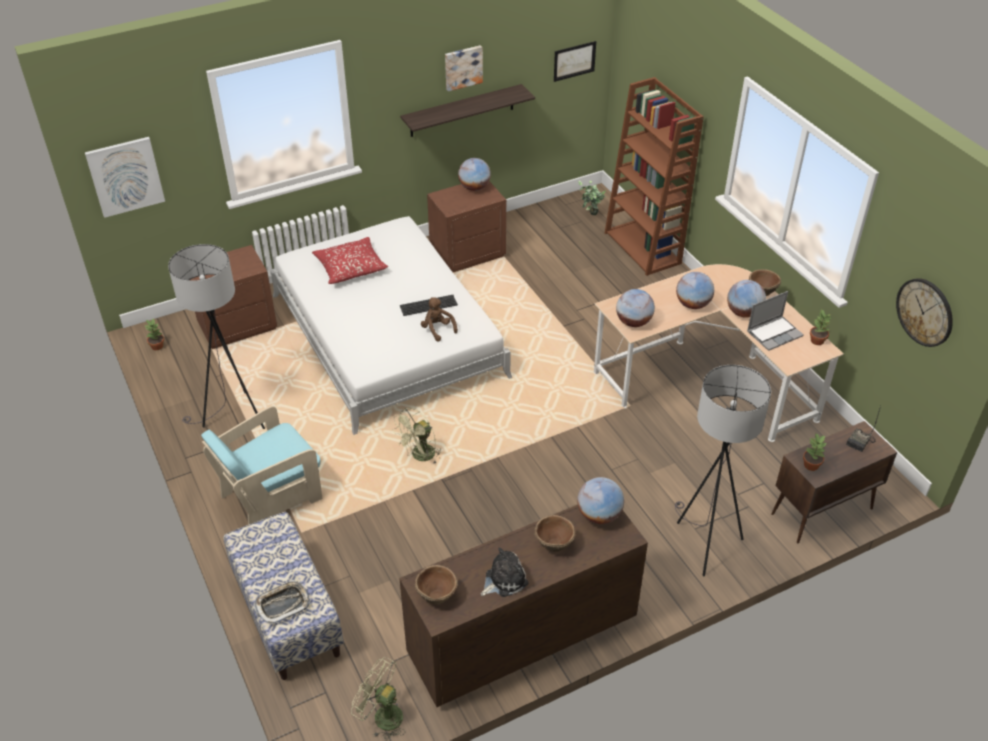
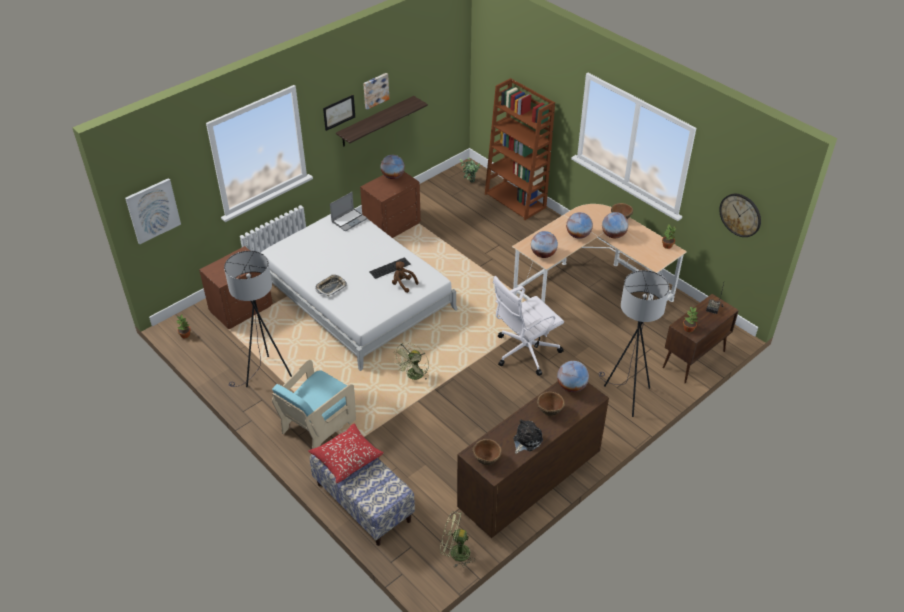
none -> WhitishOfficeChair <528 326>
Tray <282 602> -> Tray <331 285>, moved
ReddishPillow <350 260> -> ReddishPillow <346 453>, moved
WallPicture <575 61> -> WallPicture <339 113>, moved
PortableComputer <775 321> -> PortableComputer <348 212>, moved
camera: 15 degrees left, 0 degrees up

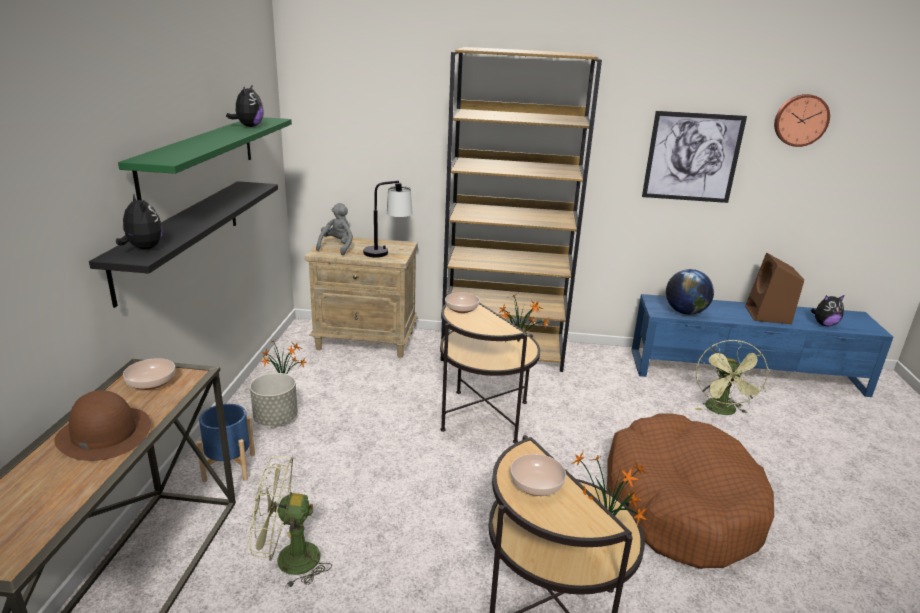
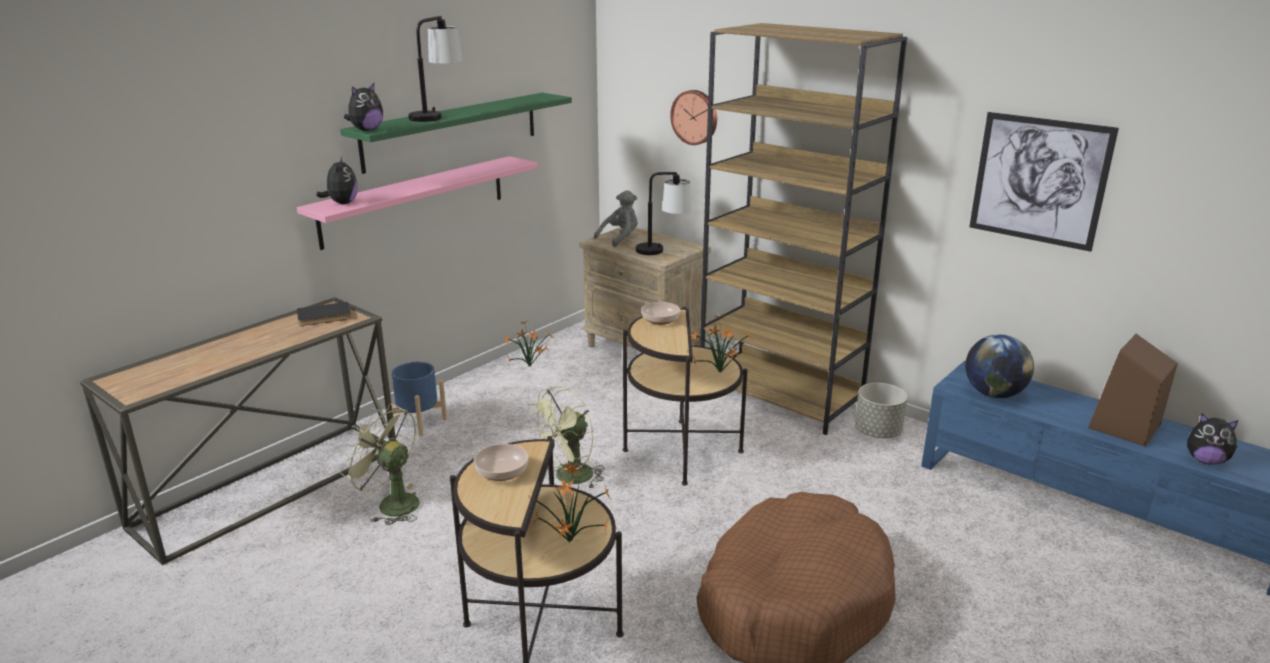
BrownClothingHat <102 425> -> none
none -> LampForATable <435 69>
CuddlyToy <245 105> -> CuddlyToy <363 107>, moved
GreyishPlanter <274 399> -> GreyishPlanter <881 410>, moved
GreenColouredCoolingFan <732 377> -> GreenColouredCoolingFan <565 437>, moved
WallClock <802 120> -> WallClock <693 117>, moved
DeepDish <149 374> -> BlackishBoundBook <324 314>
BlackishBracketShelf <183 244> -> PinkColouredBracketShelf <417 203>
camera: 35 degrees right, 0 degrees up

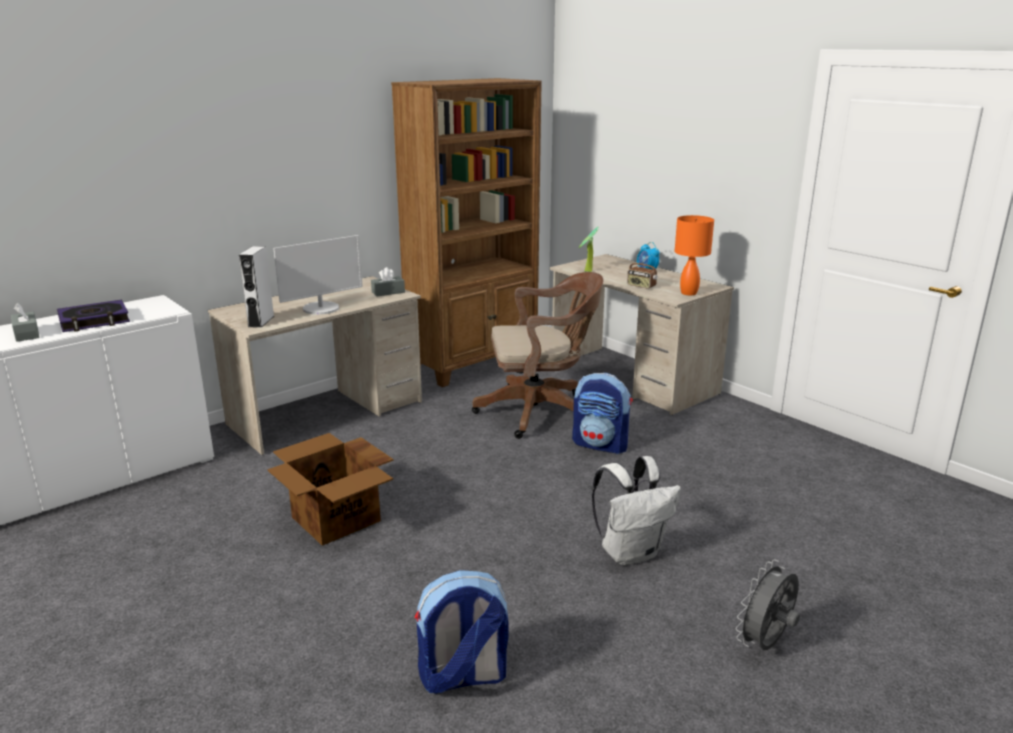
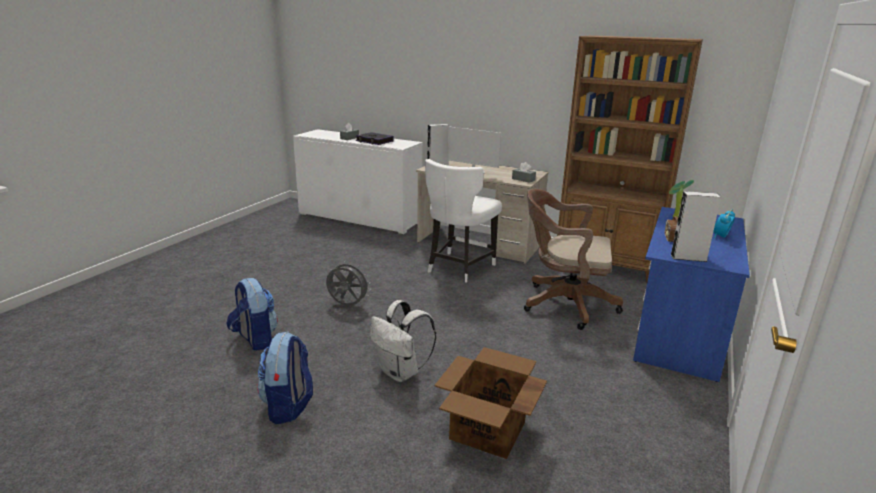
none -> WhitishUprightChair <463 220>
CardboardBox <331 489> -> CardboardBox <491 403>, moved
Rucksack <602 413> -> Rucksack <285 377>, moved
GreyishCoolingFan <767 604> -> GreyishCoolingFan <348 283>, moved
OrangeColouredLampForATable <694 255> -> GreyishSpeaker <695 226>
BeigeColouredDeskTable <642 334> -> BlueDeskTable <691 294>
BrownOfficeChair <537 355> -> BrownOfficeChair <573 259>, 135 degrees clockwise
camera: 65 degrees right, 0 degrees up

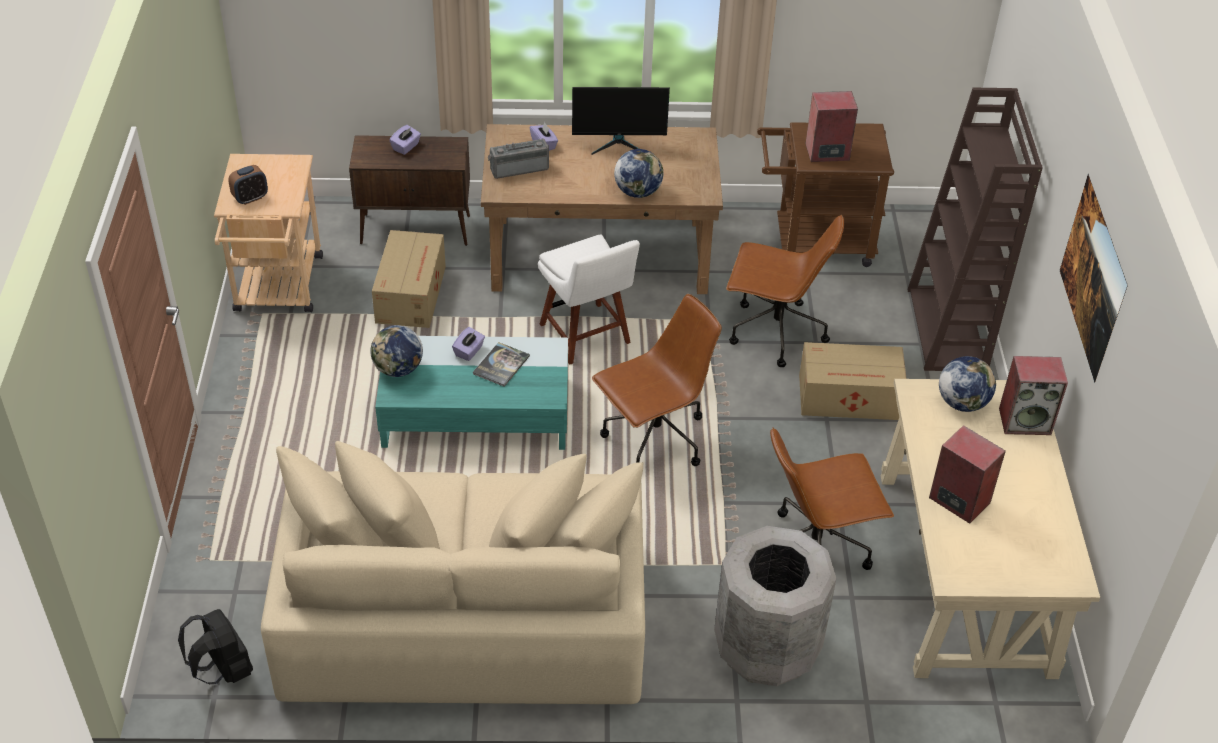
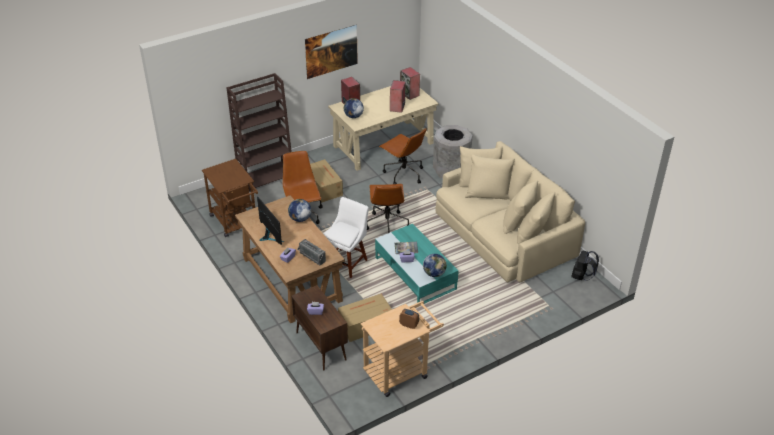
Speaker <831 126> -> Speaker <410 83>, moved
BrownOfficeChair <657 380> -> BrownOfficeChair <388 208>, 120 degrees counterclockwise
camera: 120 degrees left, 5 degrees down

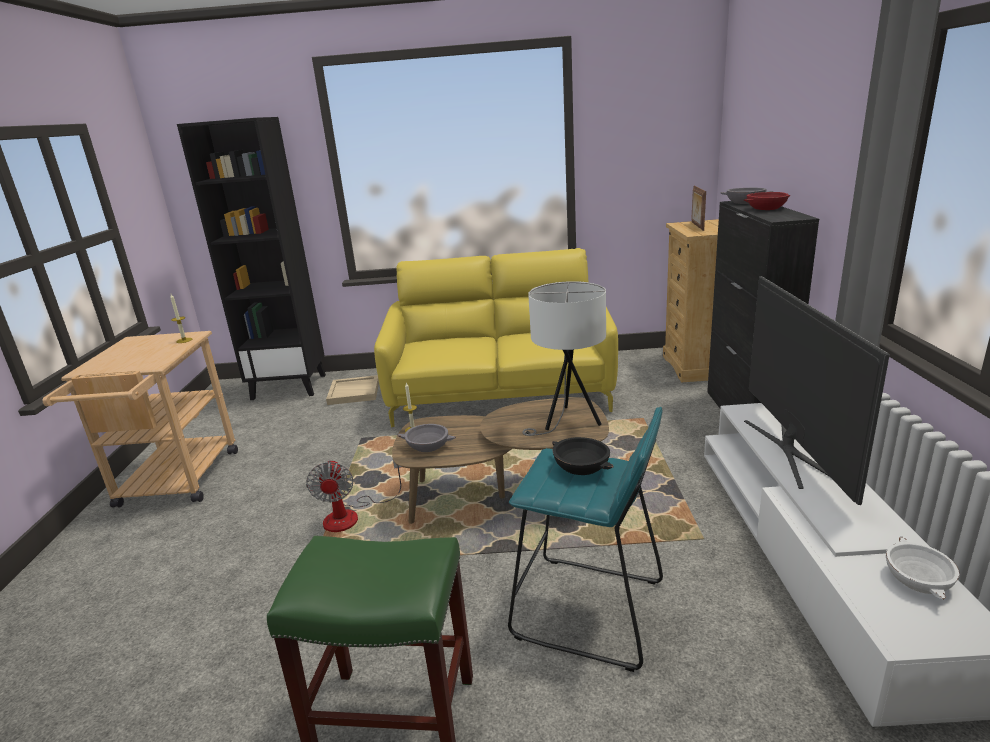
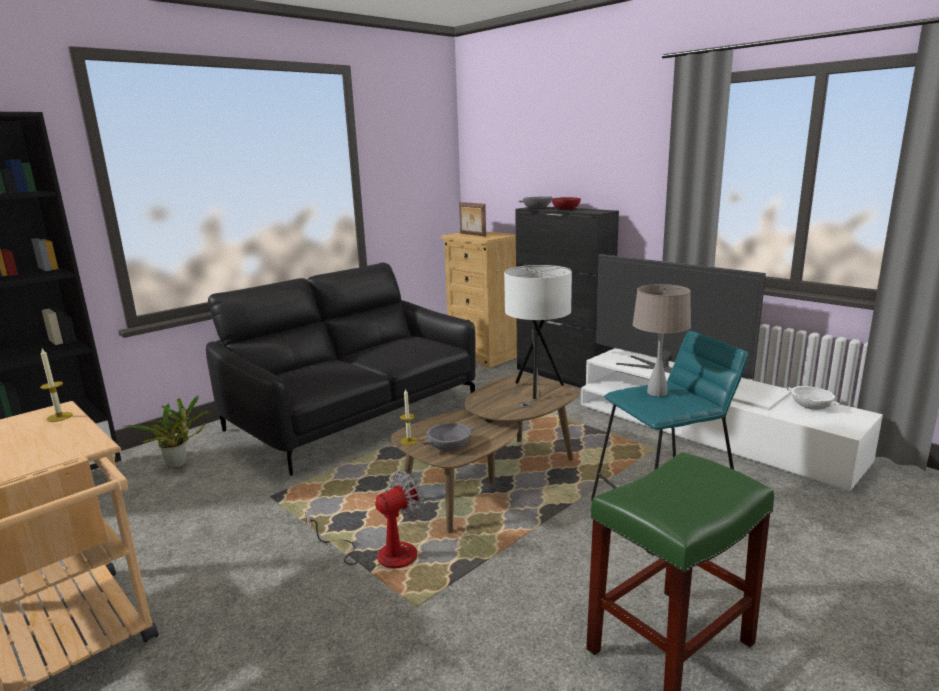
BeigeColouredTray <352 390> -> Houseplant <168 431>
BlackishDeepDish <582 456> -> BeigeColouredLampForATable <662 340>
YellowishSettee <496 338> -> BlackishSettee <341 369>
CoolingFan <354 495> -> CoolingFan <364 519>, 75 degrees counterclockwise
camera: 45 degrees left, 5 degrees down

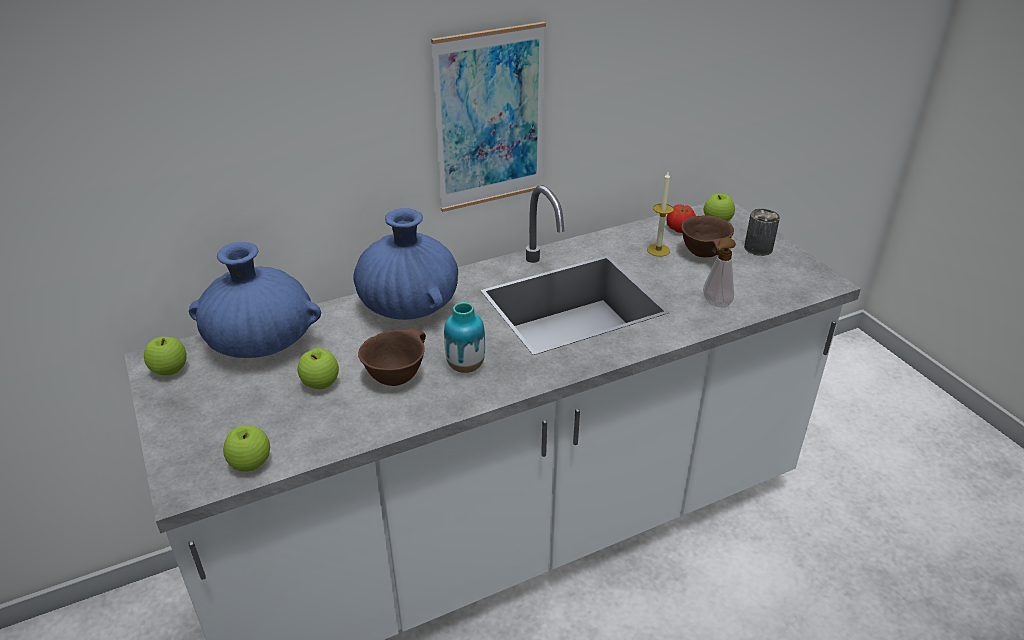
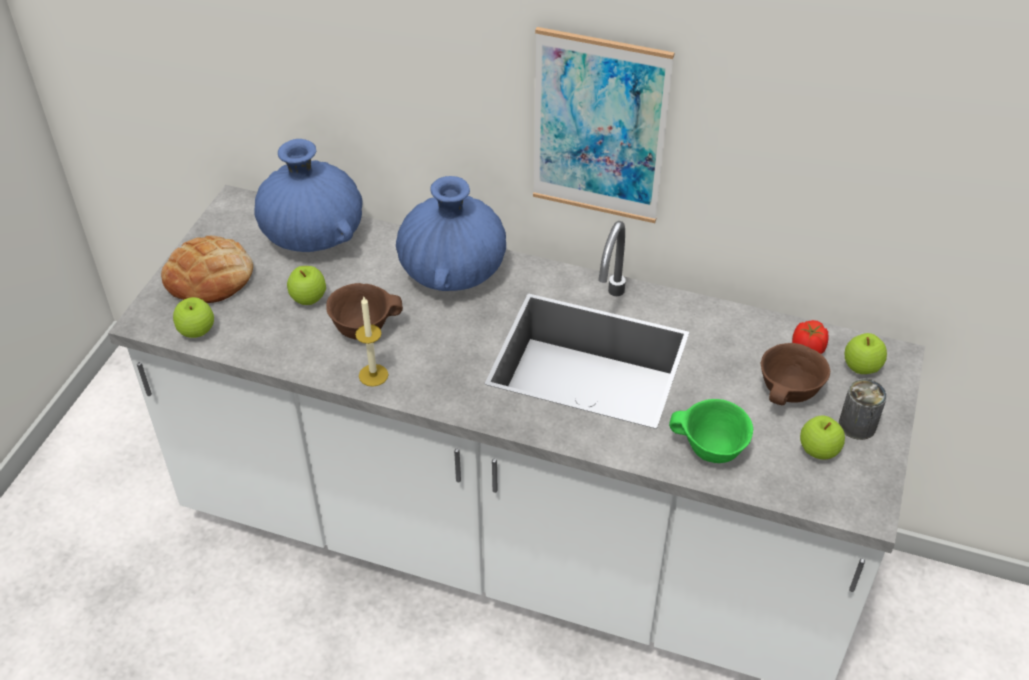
FlowerVase <464 337> -> none
none -> BakeryBread <207 269>
Apple <165 356> -> Apple <822 438>, moved
WaxLight <660 214> -> WaxLight <371 342>, moved
SoapBottle <719 272> -> GreenColouredDeepDish <711 431>
camera: 45 degrees right, 10 degrees up

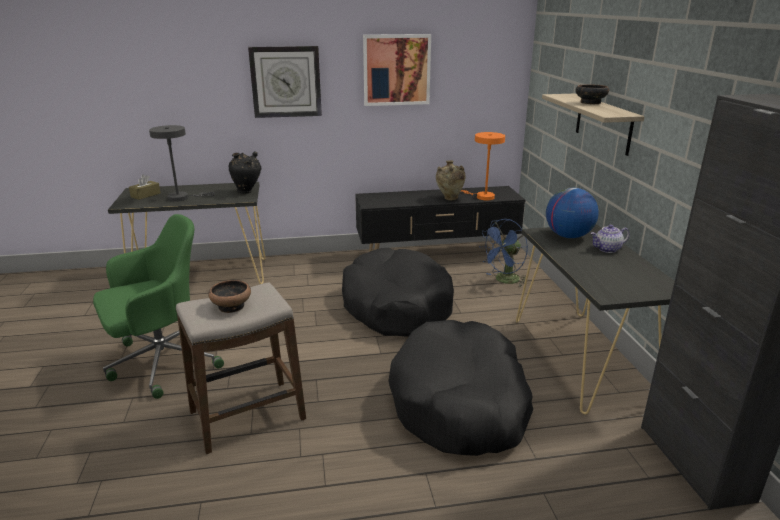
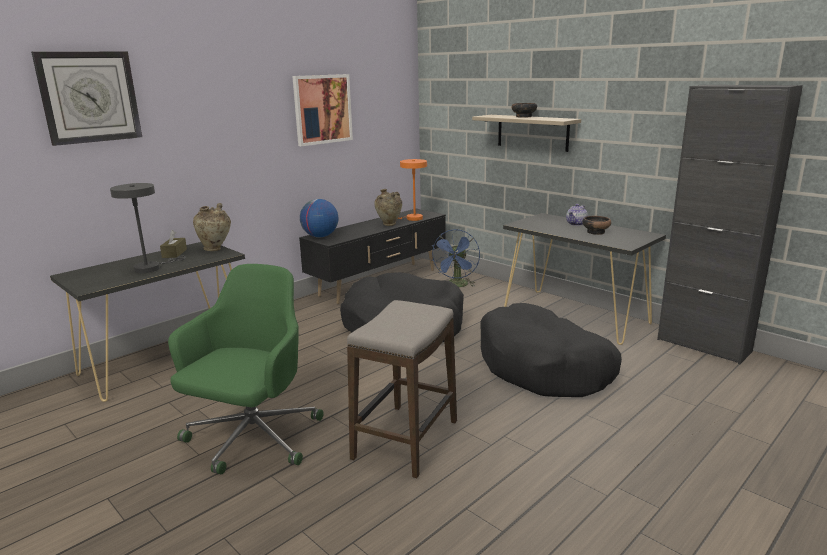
BrownTissueBox <145 187> -> BrownTissueBox <173 244>, moved
DeepDish <229 296> -> DeepDish <596 225>, moved
WallClock <285 82> -> WallClock <86 99>, moved
DeskGlobe <572 213> -> DeskGlobe <319 218>, moved
BlackishFlowerVase <244 172> -> BeigeColouredFlowerVase <212 227>
camera: 35 degrees left, 5 degrees down

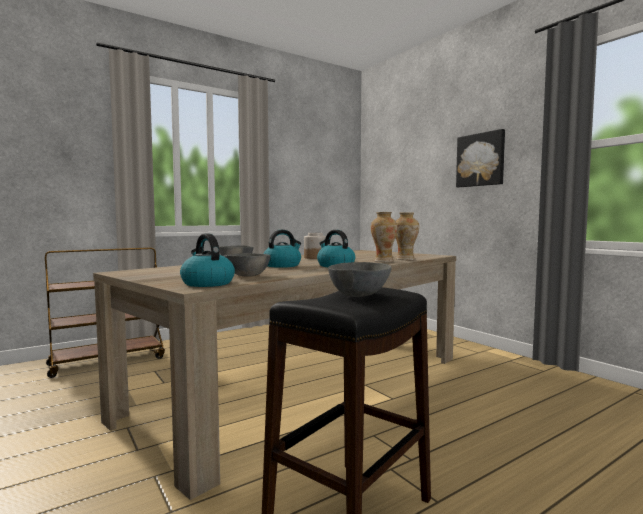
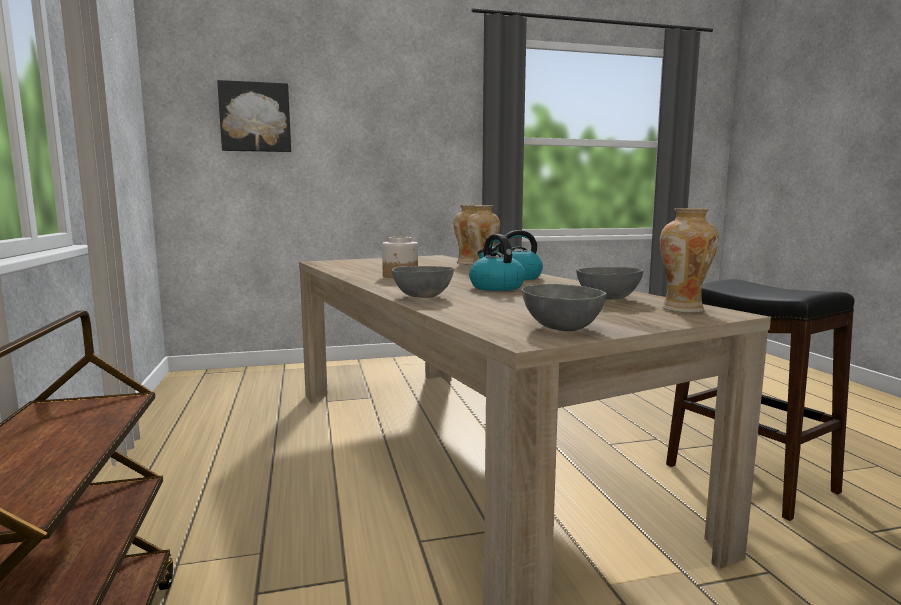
GreyishDeepDish <360 279> -> GreyishDeepDish <564 307>, moved
WallPicture <480 158> -> WallPicture <254 116>, moved
TeaKettle <207 260> -> FlowerVase <689 260>
camera: 70 degrees left, 5 degrees up

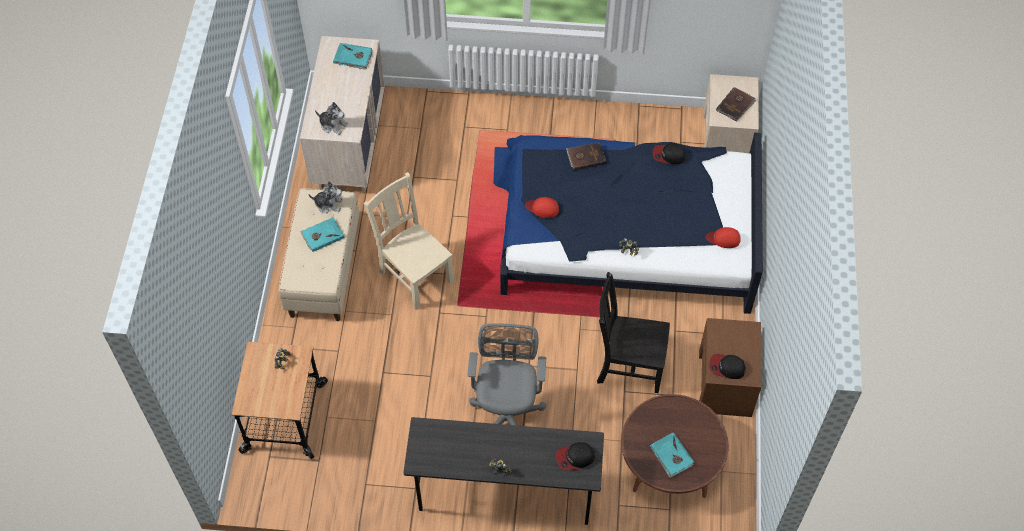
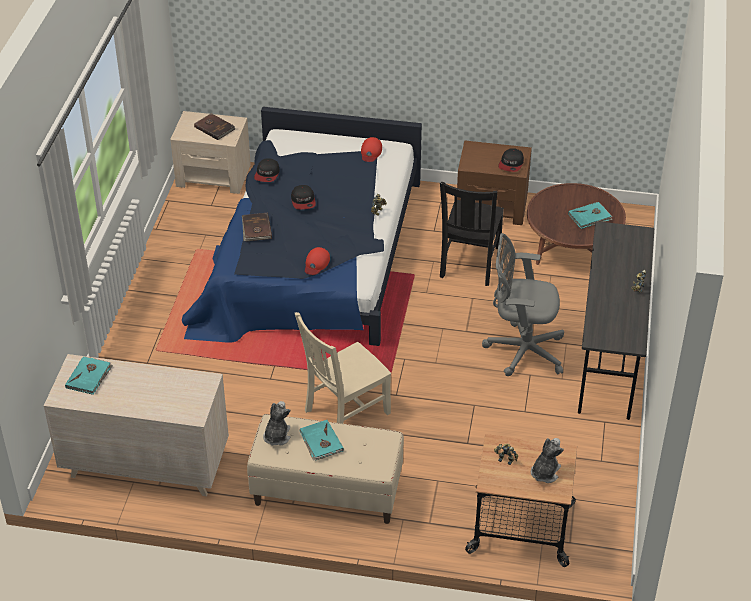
CuddlyToy <331 118> -> CuddlyToy <547 460>, moved
BaseballCap <575 456> -> BaseballCap <303 197>, moved
camera: 85 degrees left, 15 degrees down

